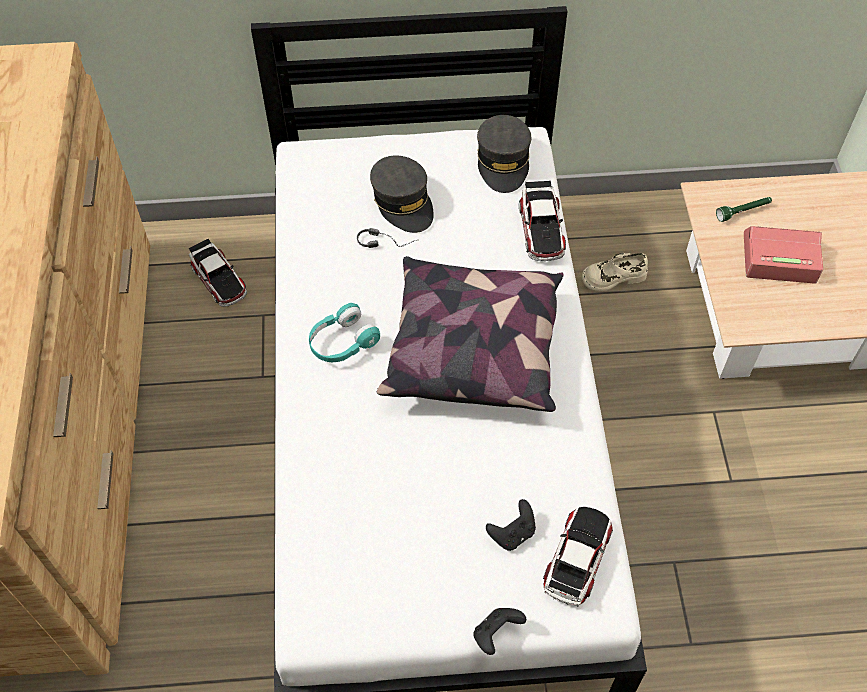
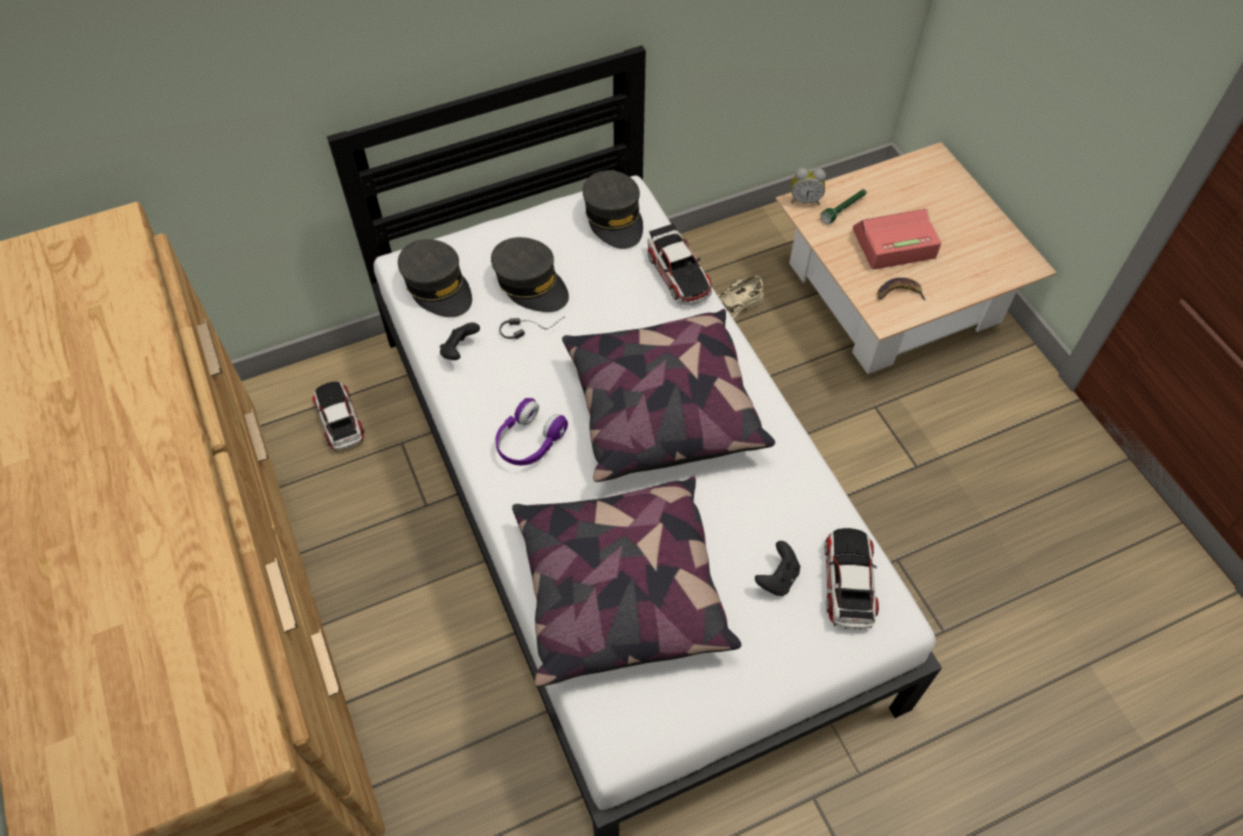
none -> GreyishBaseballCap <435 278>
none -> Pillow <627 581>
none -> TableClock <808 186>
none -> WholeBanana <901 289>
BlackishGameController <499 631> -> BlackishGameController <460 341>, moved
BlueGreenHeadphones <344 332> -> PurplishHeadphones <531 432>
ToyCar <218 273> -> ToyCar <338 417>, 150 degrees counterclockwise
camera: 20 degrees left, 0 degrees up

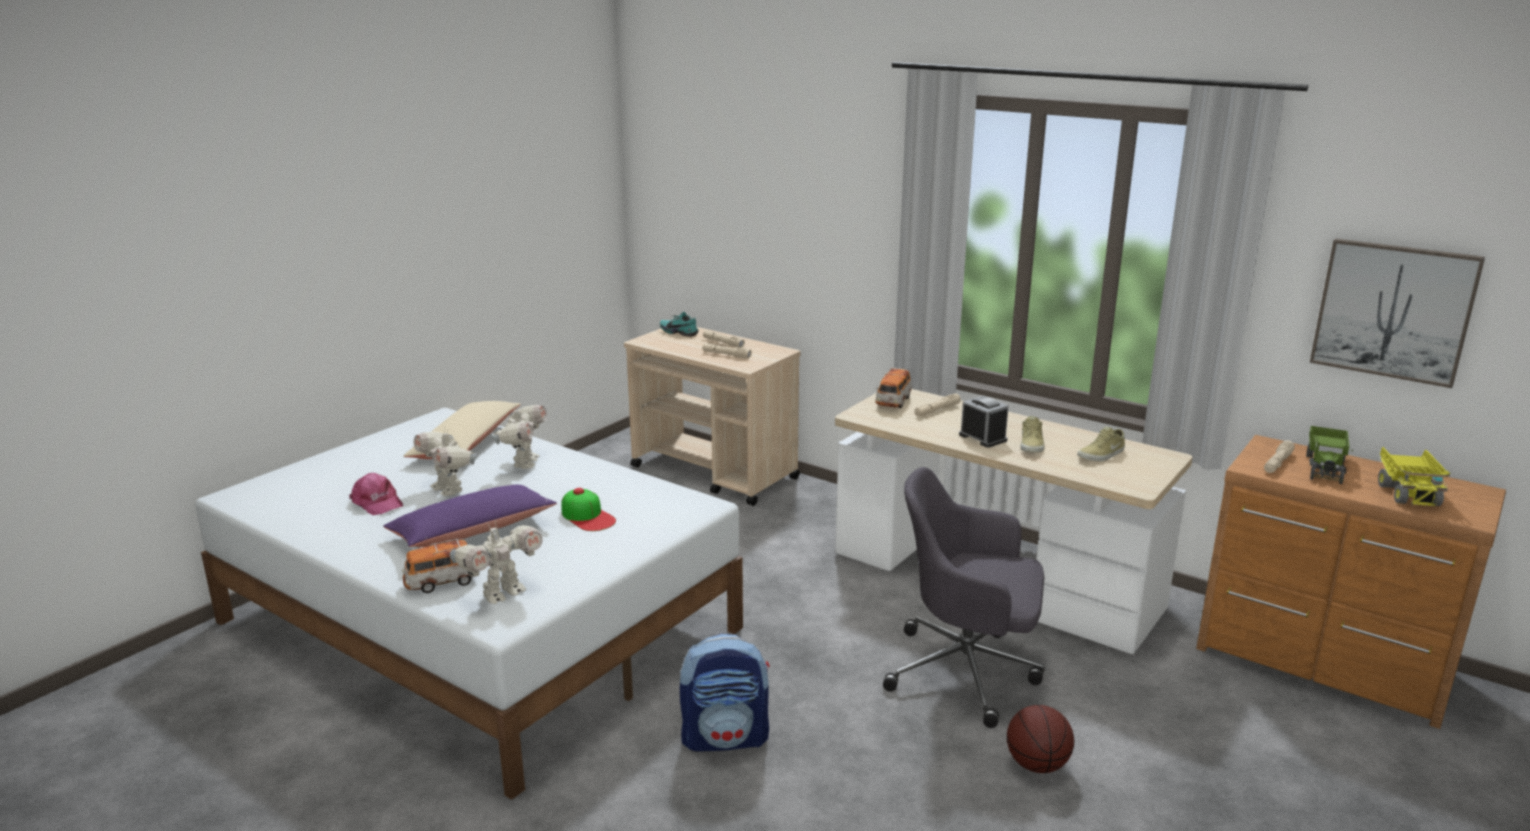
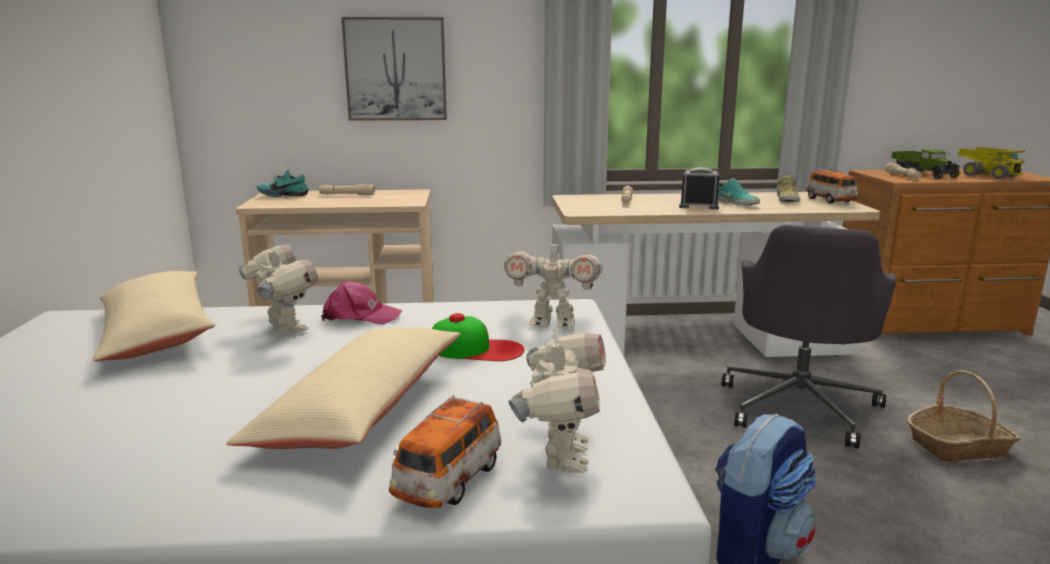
BeigeColouredHandTorch <727 351> -> none
PinkColouredBaseballCap <376 494> -> PinkColouredBaseballCap <361 303>, moved
RobotFigure <445 462> -> RobotFigure <553 281>, moved
ToyCar <893 387> -> ToyCar <832 186>, moved
WallPicture <1397 313> -> WallPicture <394 69>, moved
Basketball <1040 739> -> Basket <964 415>
PurplishPillow <470 516> -> BeigeColouredPillow <343 388>
BeigeColouredShoe <1032 434> -> BlueGreenShoe <739 191>
GreyishOfficeChair <964 597> -> GreyishOfficeChair <809 336>, 45 degrees counterclockwise
camera: 40 degrees left, 5 degrees down

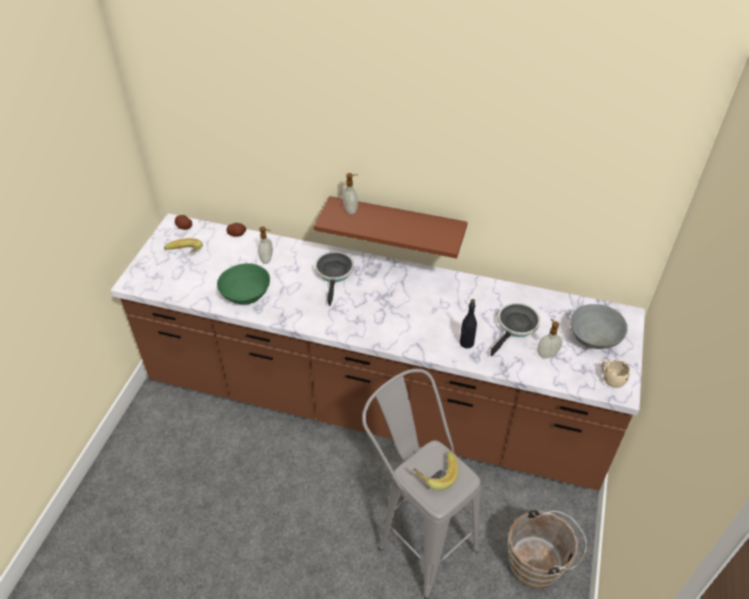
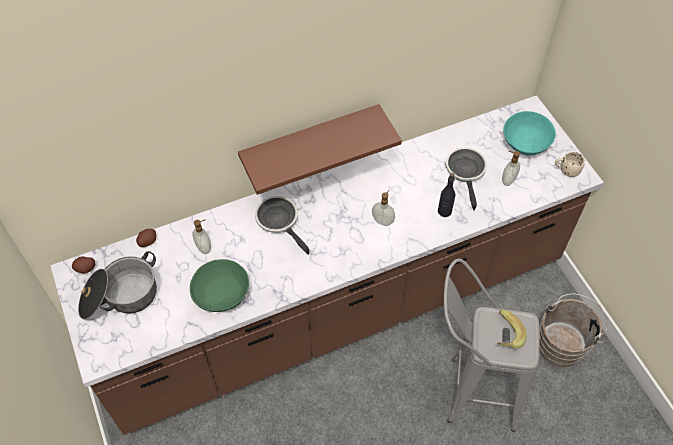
SoapBottle <350 193> -> SoapBottle <383 208>, moved
WholeBanana <183 245> -> CookingPot <117 285>
GreyishDeepDish <598 326> -> BlueGreenDeepDish <529 133>
camera: 40 degrees left, 10 degrees up

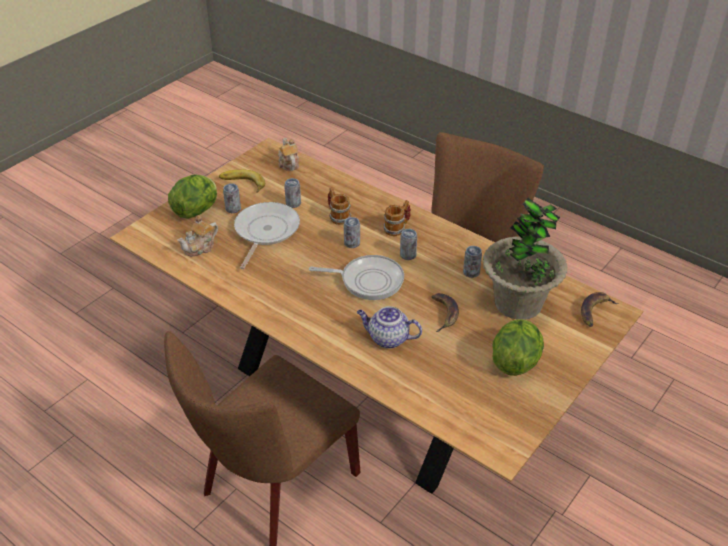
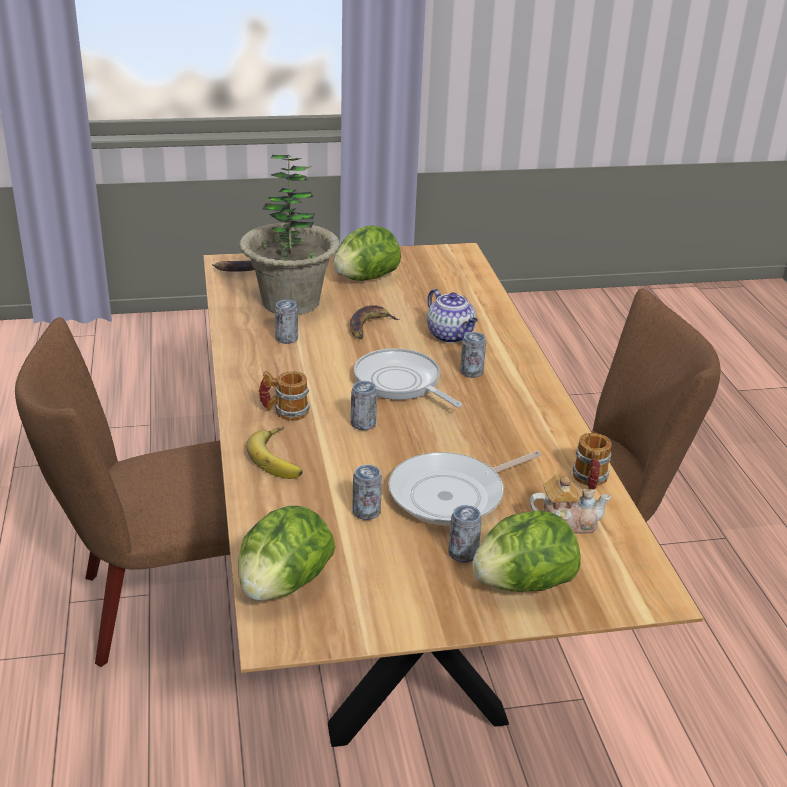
WholeBanana <242 181> -> WholeBanana <274 453>, moved
TeaMug <339 206> -> TeaMug <592 461>, moved
SealedCan <408 244> -> SealedCan <473 355>, moved
Teapot <288 154> -> HeadOfLettuce <287 553>
camera: 140 degrees left, 10 degrees down

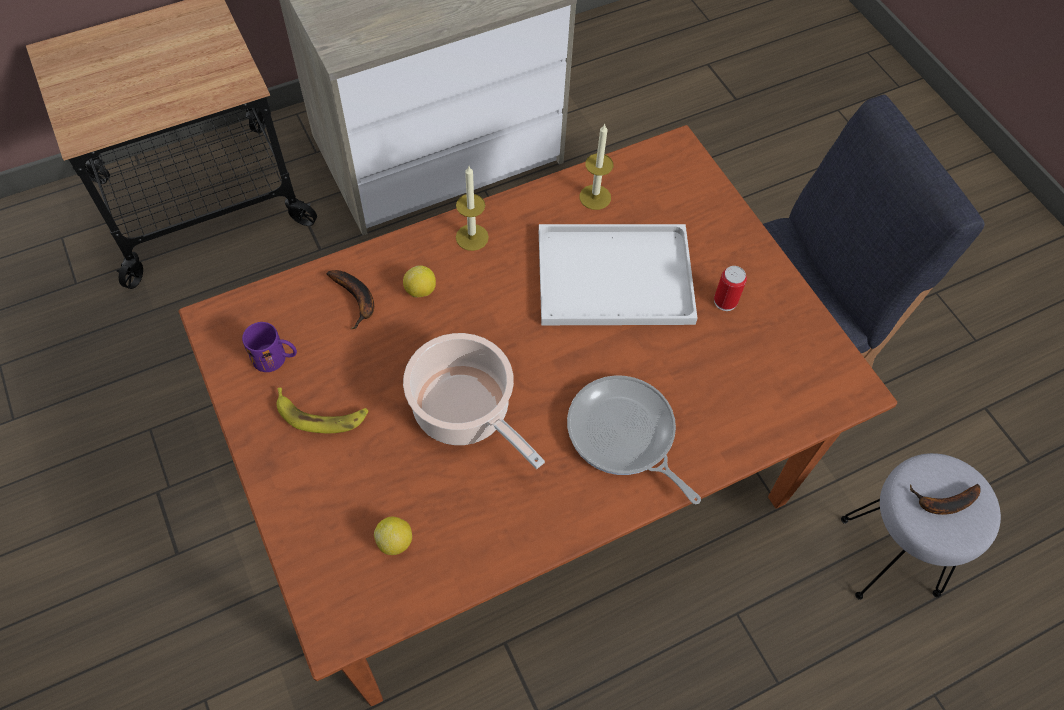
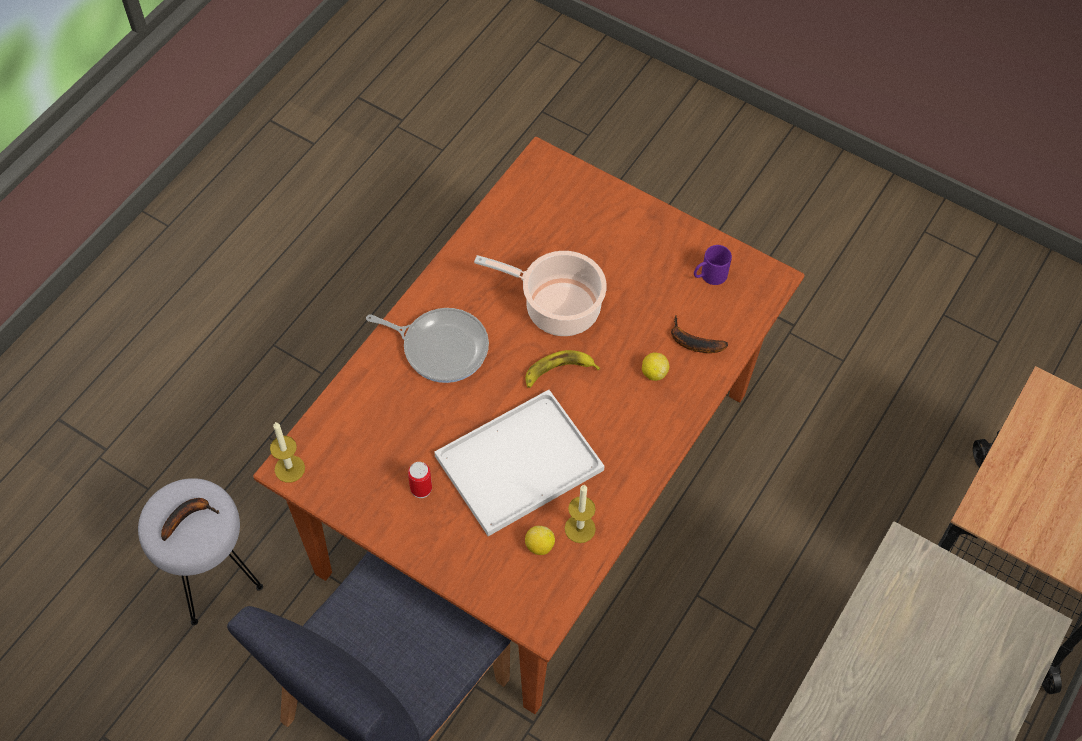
WholeBanana <322 410> -> WholeBanana <563 369>, moved
Lemon <393 536> -> Lemon <540 540>, moved
WaxLight <472 208> -> WaxLight <287 452>, moved
camera: 150 degrees right, 0 degrees up

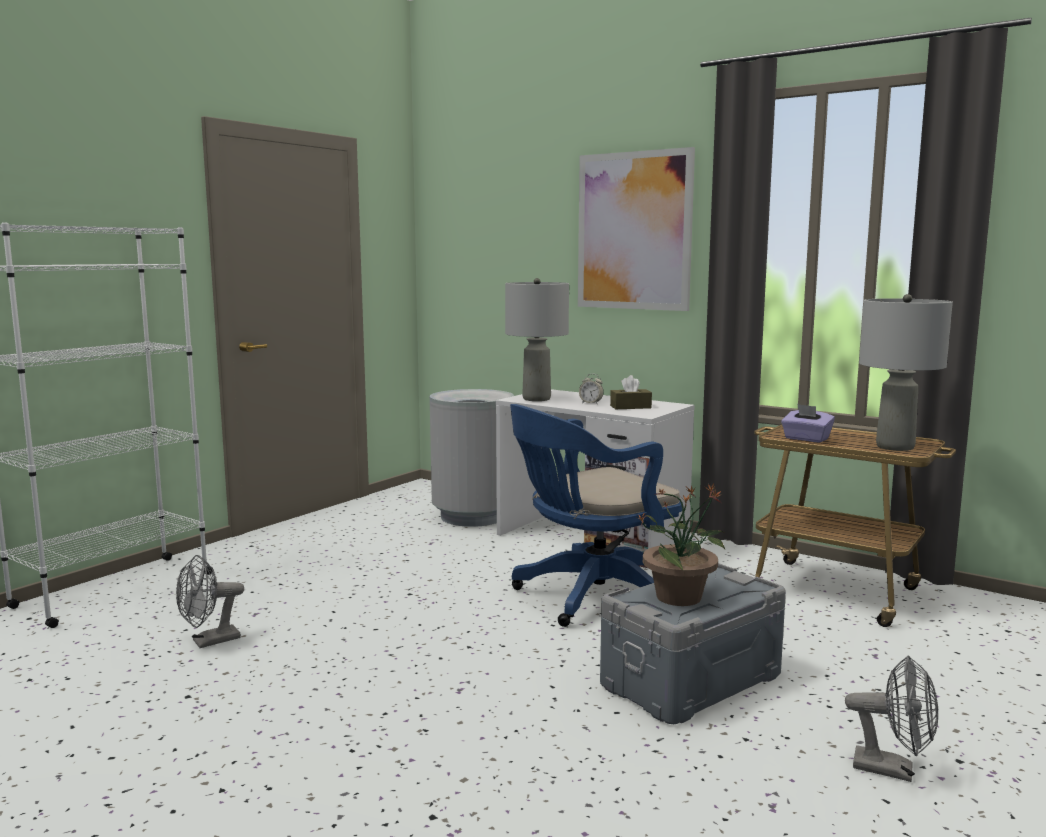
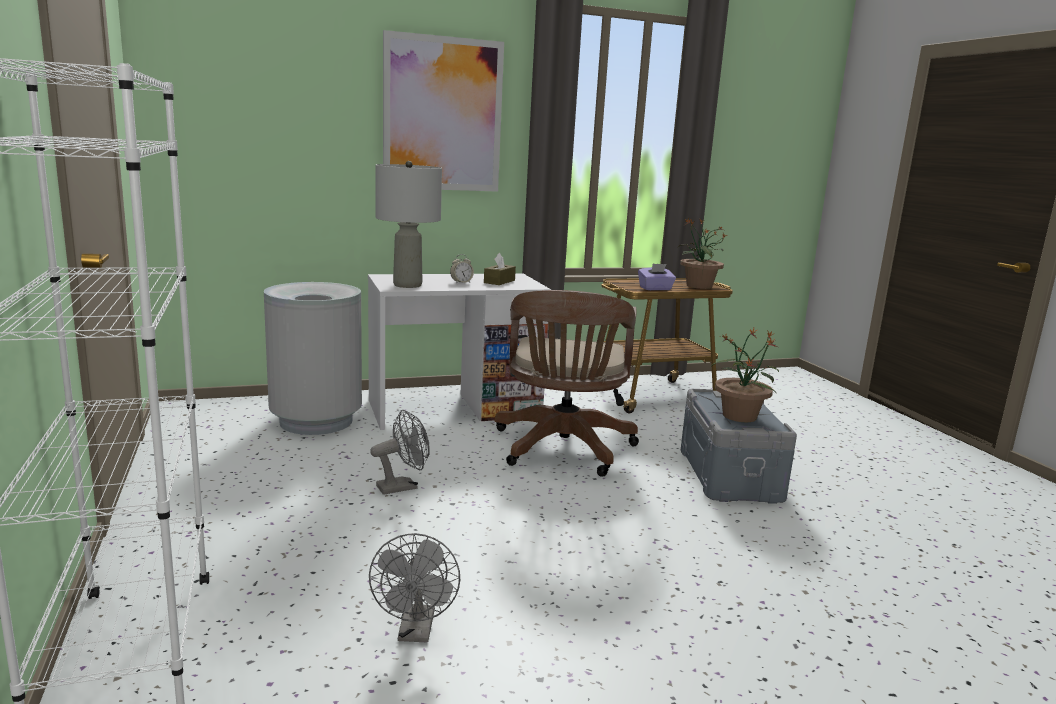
GreyishCoolingFan <891 718> -> GreyishCoolingFan <400 452>, moved
GreyishLampForATable <906 372> -> Houseplant <702 254>
BlueOfficeChair <596 515> -> BrownOfficeChair <567 383>
camera: 55 degrees left, 5 degrees up

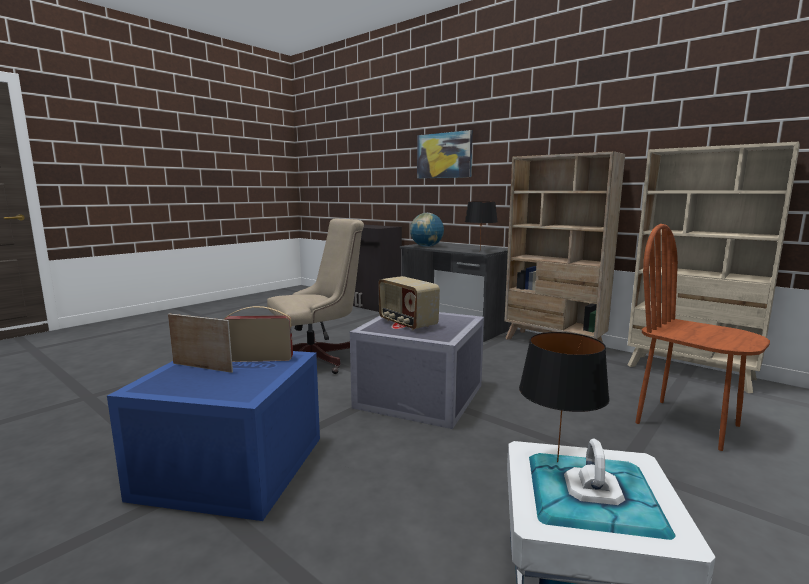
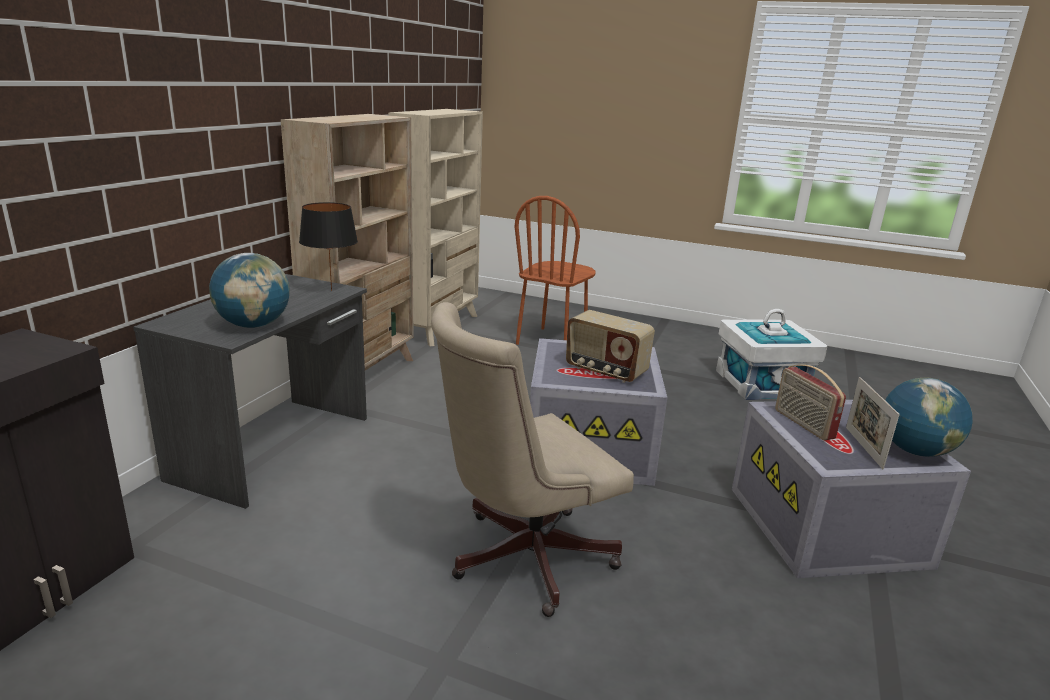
WallPicture <445 154> -> none
BlackishLampForATable <564 397> -> none
none -> DeskGlobe <929 417>
BlueStorageContainer <213 436> -> GreyishStorageContainer <851 489>
BeigeColouredOfficeChair <315 296> -> BeigeColouredOfficeChair <532 459>, 75 degrees counterclockwise
RadioSet <409 303> -> RadioSet <610 346>, 90 degrees clockwise
camera: 110 degrees left, 10 degrees up

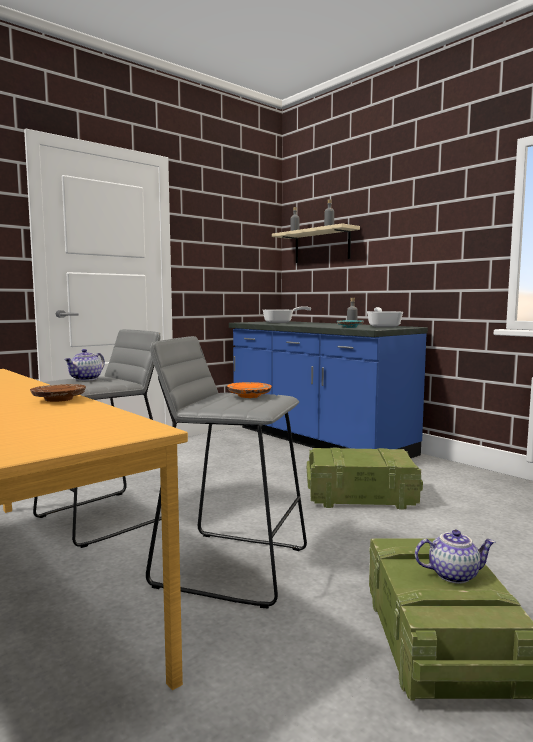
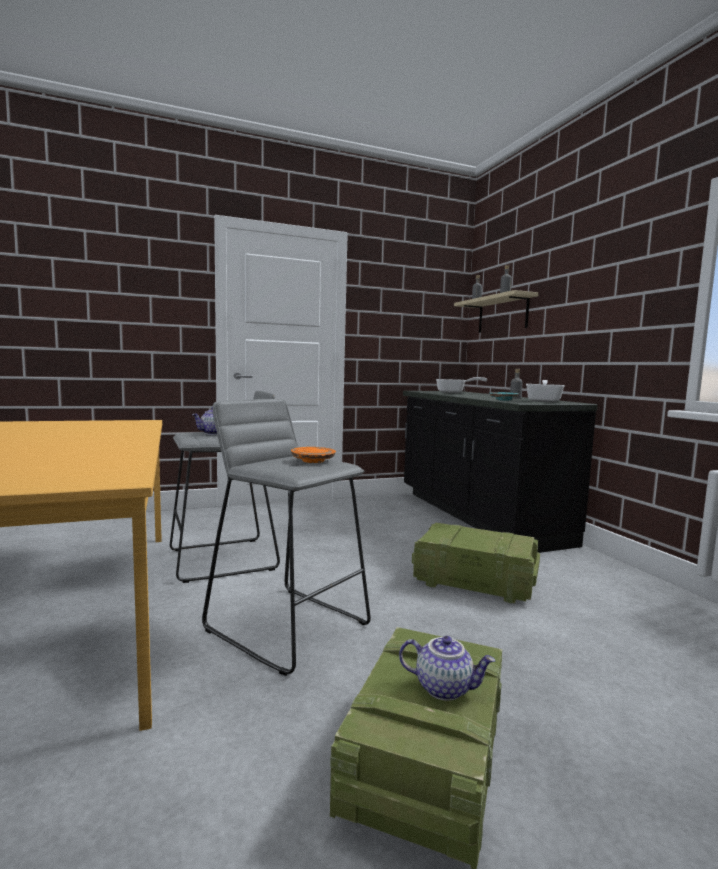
BrownDinnerPlate <58 393> -> none
BlueKitchenBaseUnit <328 389> -> BlackishKitchenBaseUnit <500 472>
camera: 20 degrees right, 0 degrees up

